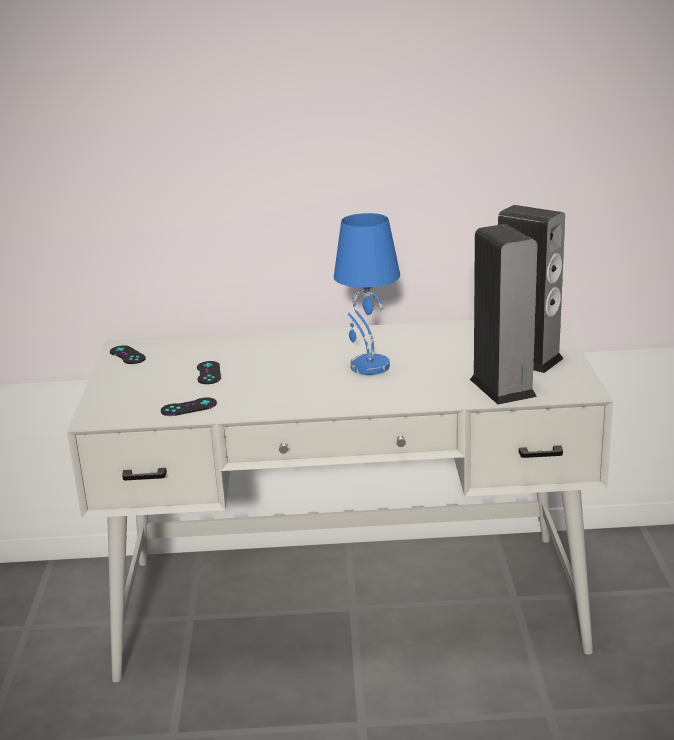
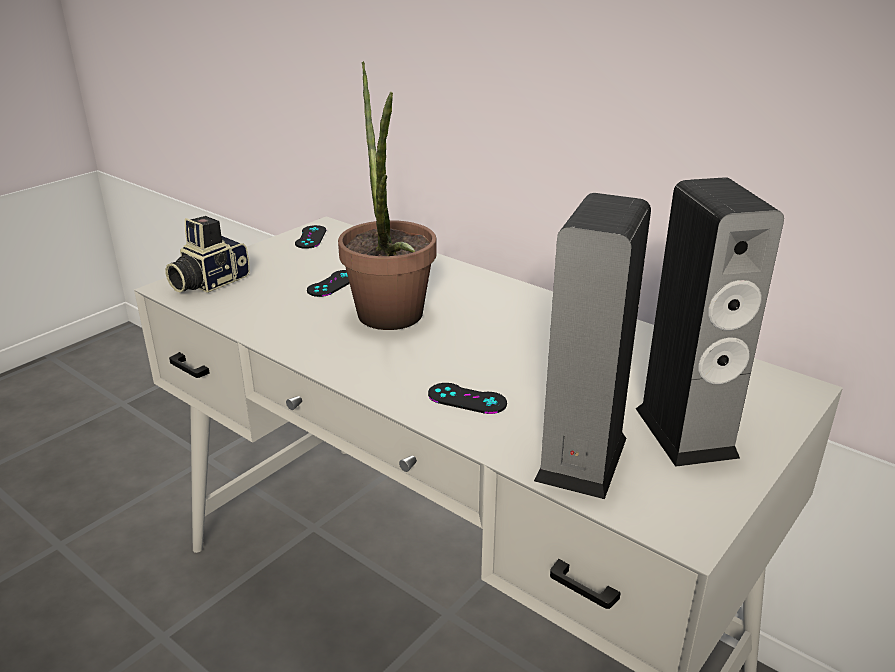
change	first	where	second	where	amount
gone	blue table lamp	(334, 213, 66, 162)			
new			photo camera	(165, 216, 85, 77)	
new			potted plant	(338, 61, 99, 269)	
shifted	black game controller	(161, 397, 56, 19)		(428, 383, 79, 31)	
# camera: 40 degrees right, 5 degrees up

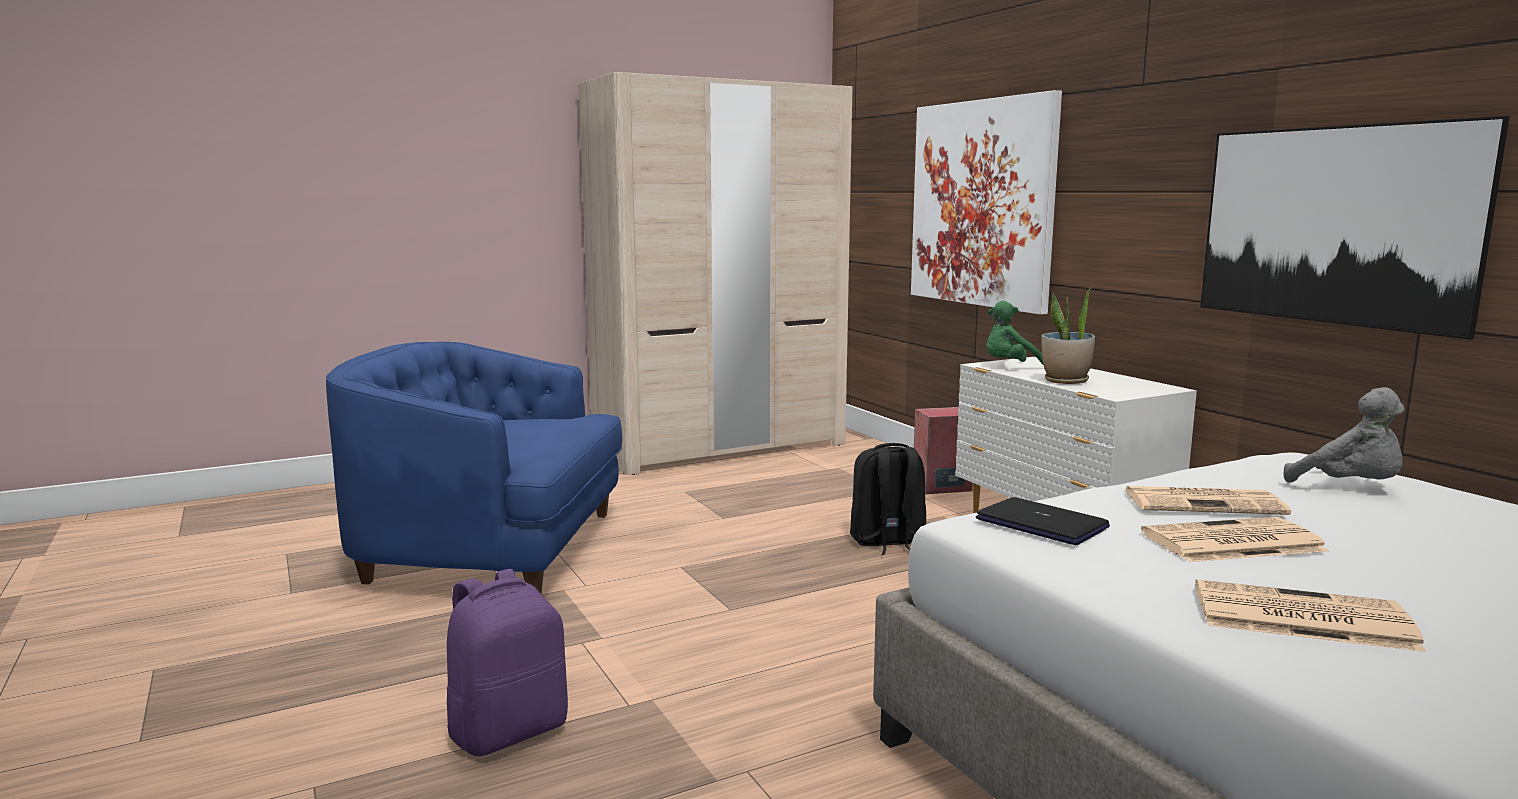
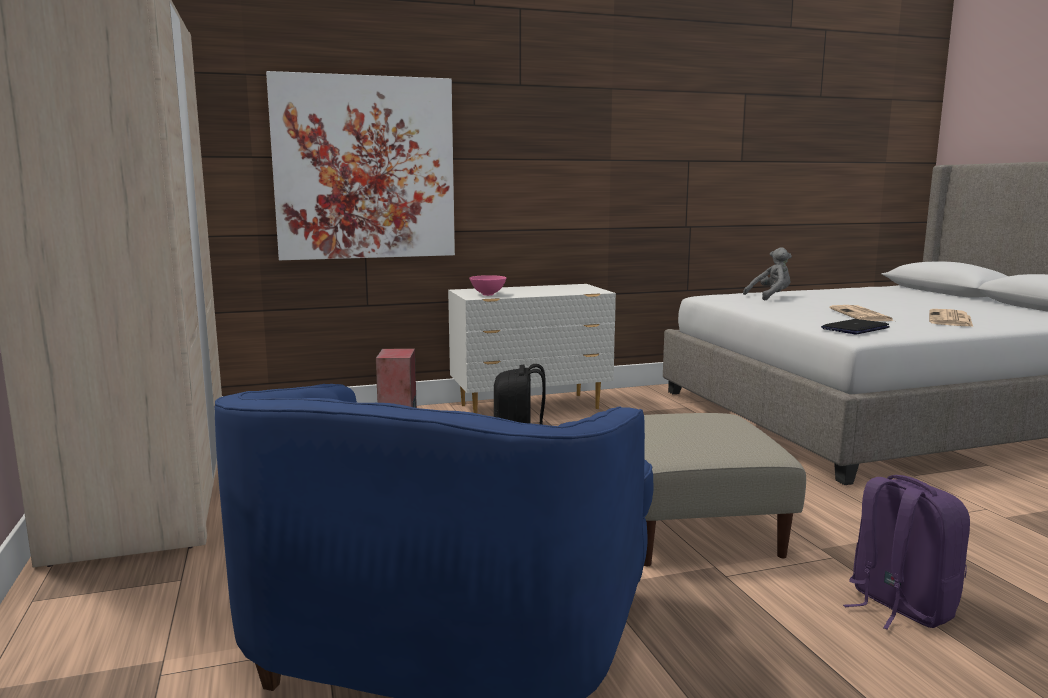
change	first	where	second	where	amount
gone	potted plant	(1042, 287, 53, 97)			
gone	newspaper	(1125, 486, 166, 29)			
gone	picture	(1200, 116, 310, 224)			
new			beige ottoman	(644, 413, 162, 153)	
swapped	green plush toy	(986, 301, 57, 63)	pink bowl	(469, 275, 37, 21)	
# camera: 80 degrees left, 0 degrees up

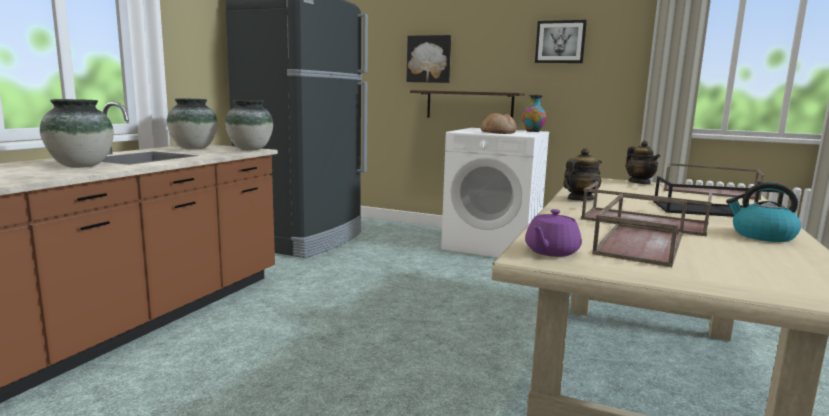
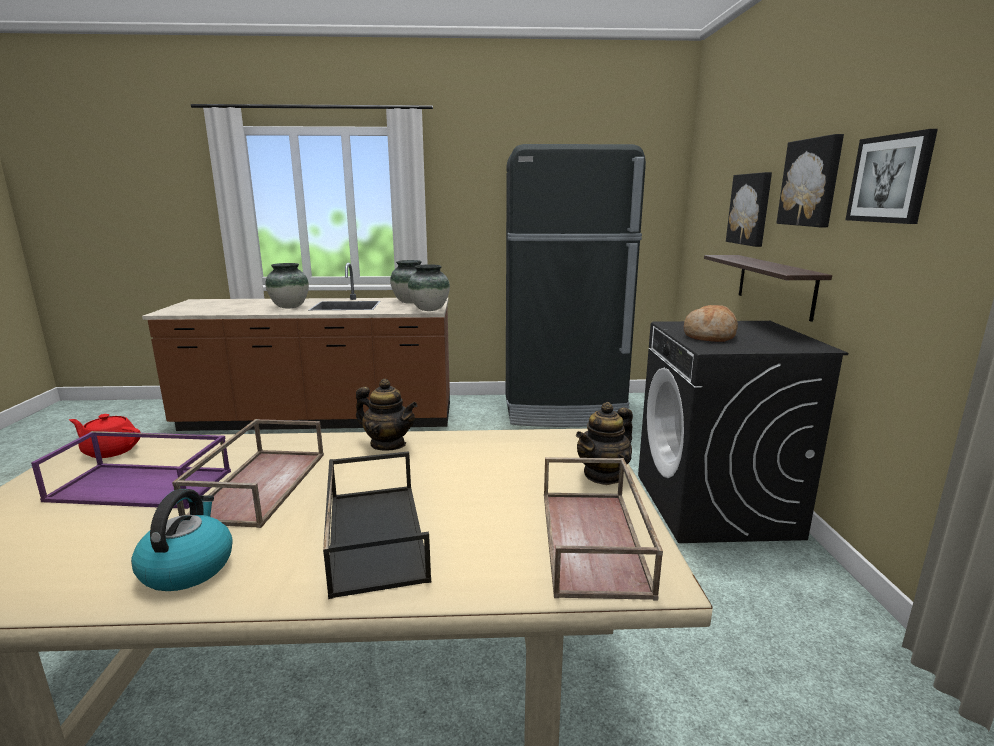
change	first	where	second	where	amount
gone	vase	(522, 95, 24, 37)			
new			picture	(776, 134, 68, 93)	
repainted	white washing machine	(441, 128, 108, 130)	black washing machine	(638, 321, 210, 222)	
repainted	purple teapot	(525, 209, 57, 48)	red teapot	(69, 414, 72, 44)	
repainted	brown tray	(592, 194, 95, 73)	purple tray	(31, 431, 200, 78)	
# camera: 65 degrees right, 5 degrees up

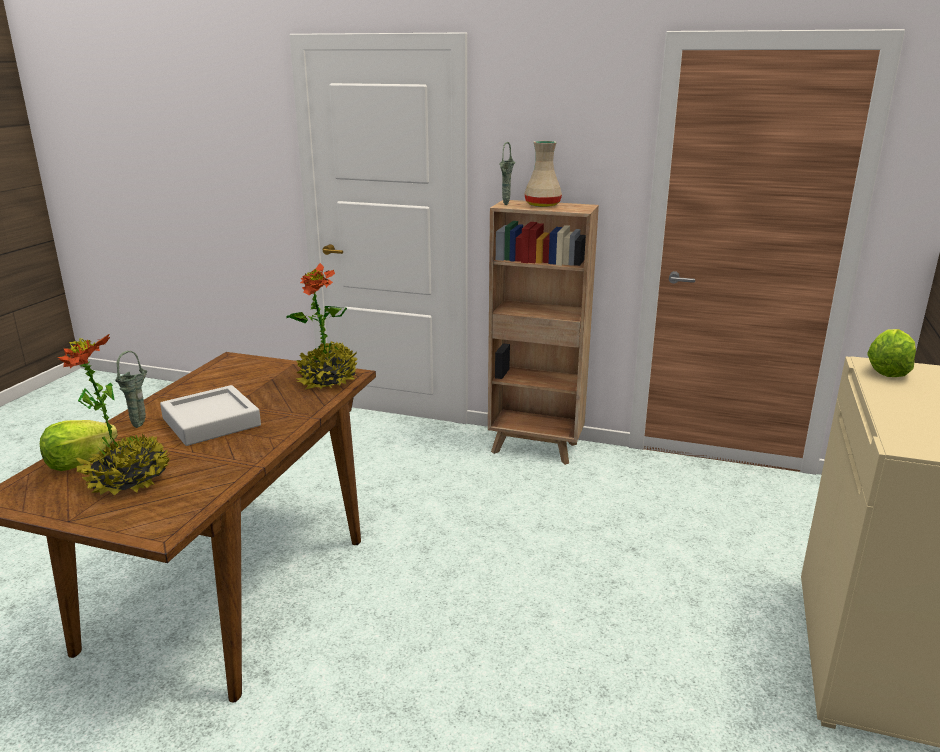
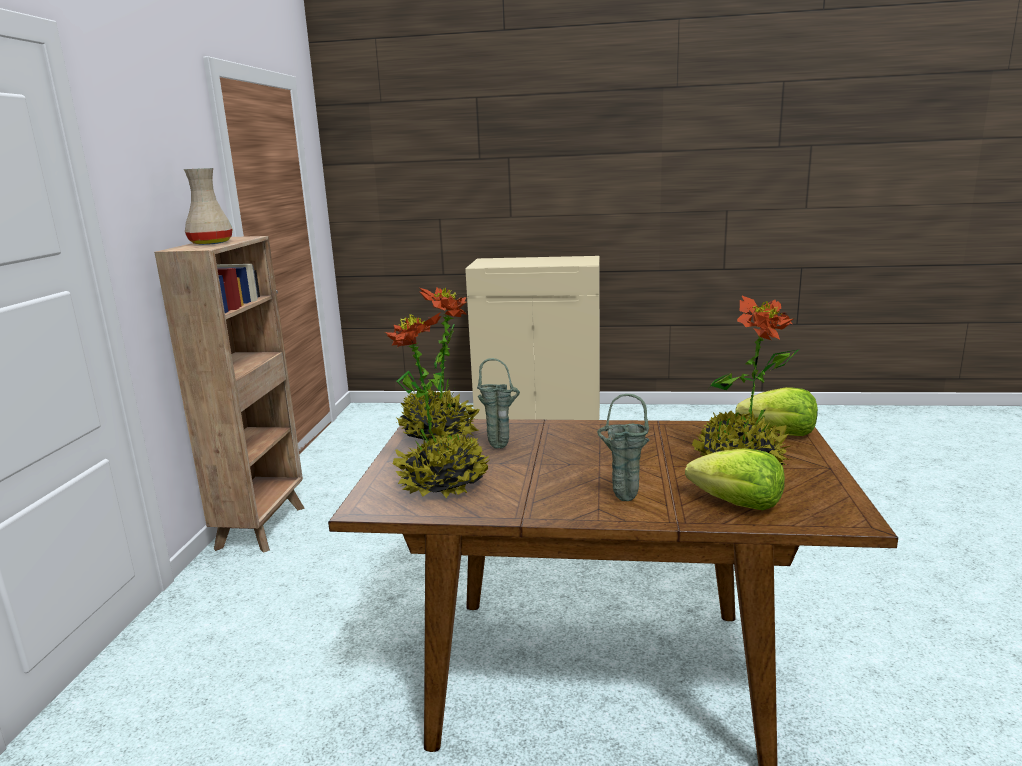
change	first	where	second	where	amount
gone	grey tray	(160, 385, 101, 61)			
new			potted plant	(385, 312, 104, 186)	
shifted	green vase	(499, 142, 16, 63)		(477, 358, 43, 90)	
shifted	lettuce	(867, 329, 49, 48)		(735, 387, 83, 49)	
# camera: 100 degrees left, 5 degrees down

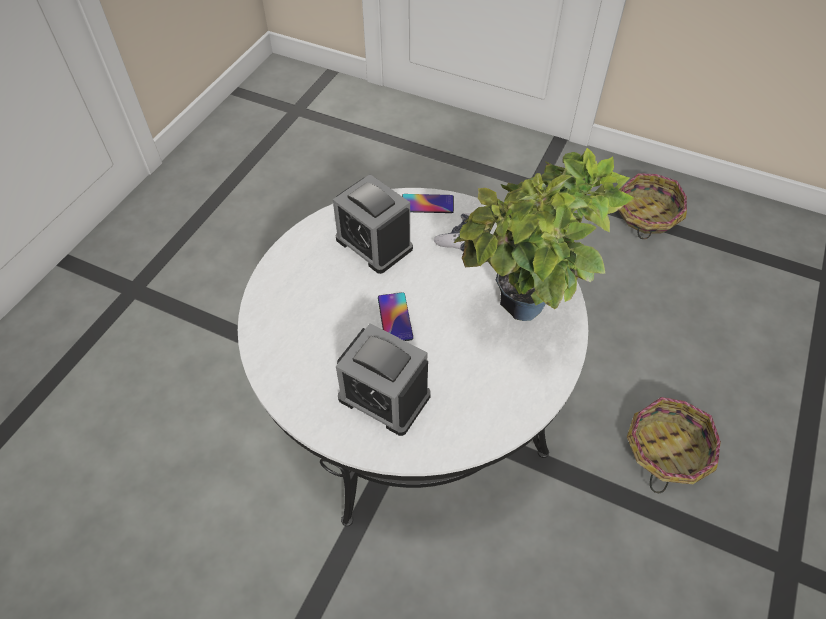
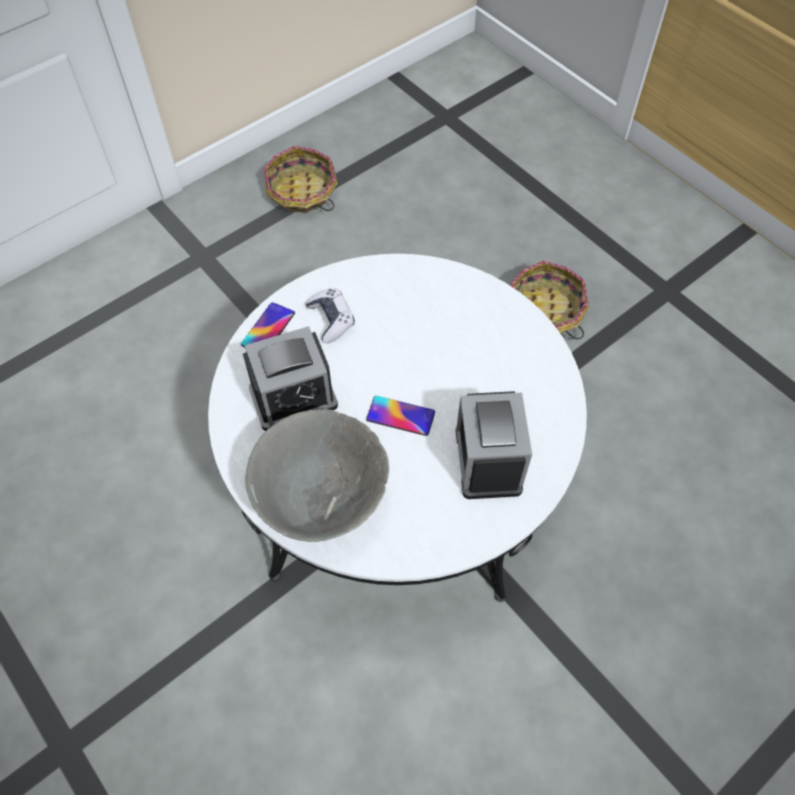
change	first	where	second	where	amount
gone	potted plant	(454, 148, 180, 173)			
new			grey bowl	(245, 409, 144, 133)	
rotated	alarm clock	(336, 323, 95, 113)		(456, 391, 76, 108)	120 degrees clockwise
# camera: 65 degrees left, 5 degrees up

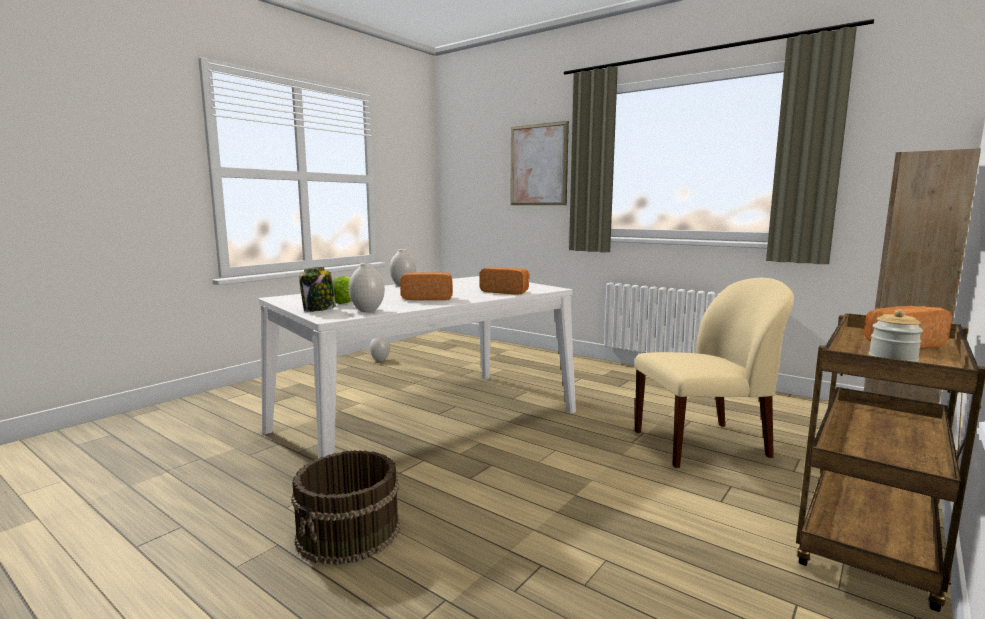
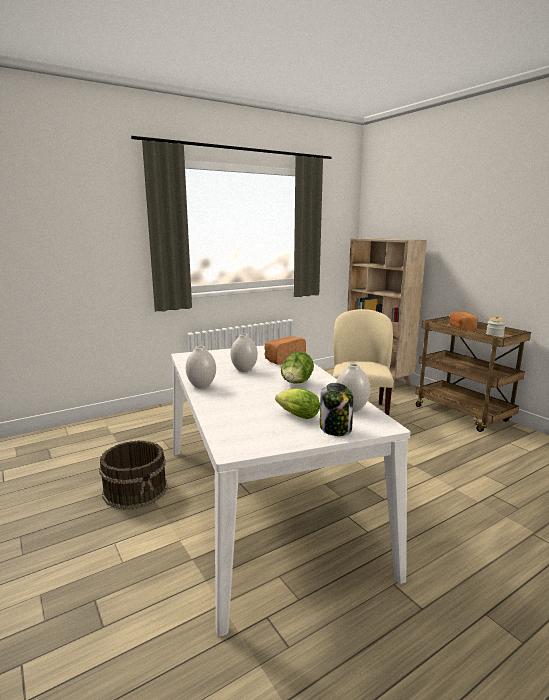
change	first	where	second	where	amount
gone	picture	(510, 121, 59, 84)			
shifted	brown bucket	(291, 450, 109, 115)		(99, 440, 68, 70)	
shifted	white vase	(370, 337, 20, 24)		(230, 334, 28, 38)	
swapped	bread	(400, 272, 53, 28)	lettuce	(281, 352, 33, 32)	
# camera: 70 degrees left, 5 degrees up

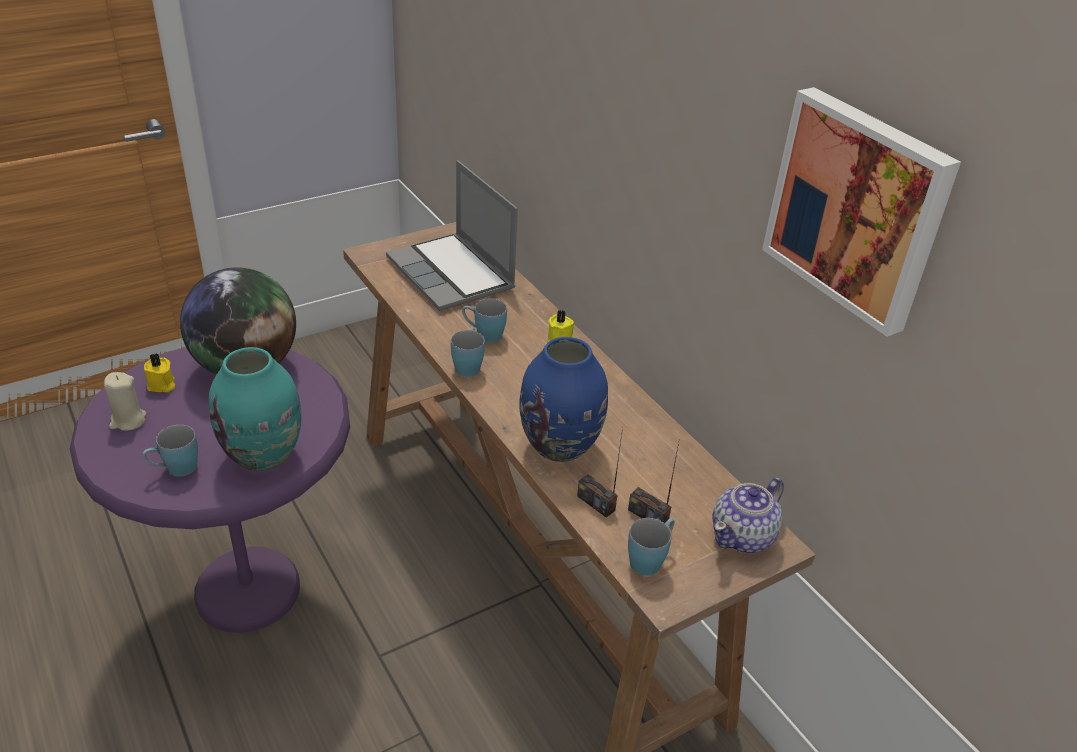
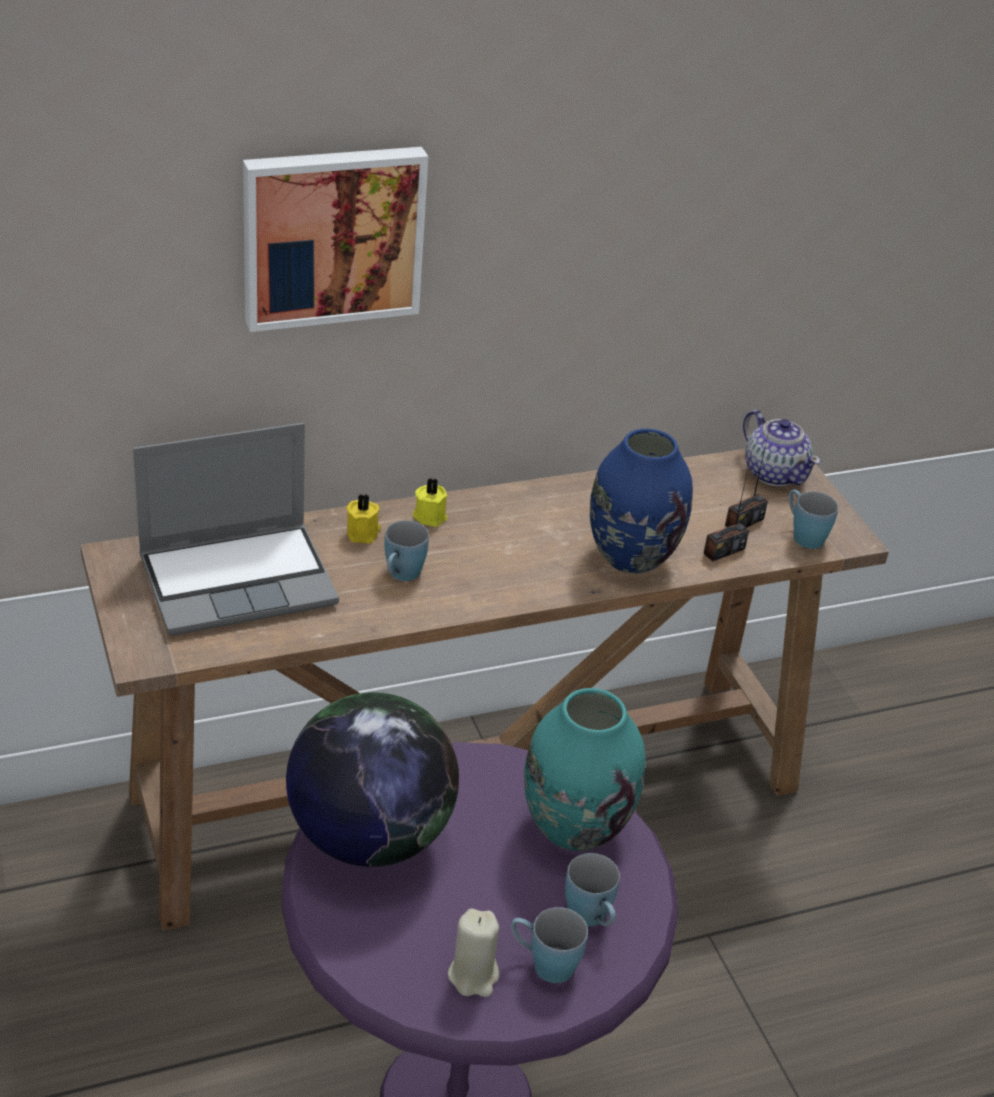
change	first	where	second	where	amount
shifted	yellow candle	(144, 353, 31, 39)		(347, 494, 34, 50)	
shifted	blue mug	(451, 327, 34, 50)		(511, 907, 77, 76)	
shifted	picture	(762, 87, 199, 250)		(243, 147, 186, 185)	
# camera: 80 degrees left, 0 degrees up

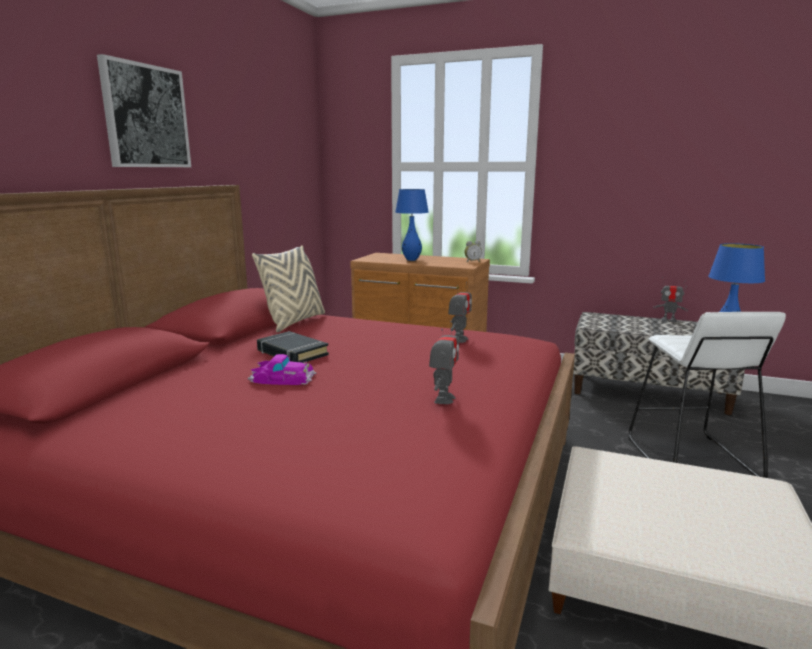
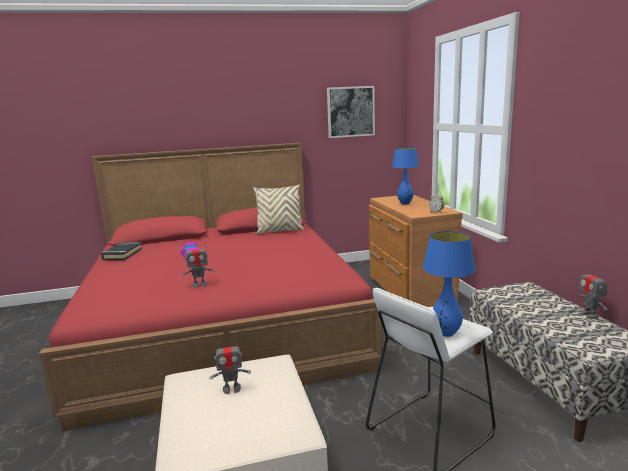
change	first	where	second	where	amount
shifted	picture	(97, 54, 94, 113)		(327, 86, 48, 52)	
shifted	black book	(257, 331, 72, 32)		(101, 242, 41, 18)	
shifted	toy robot	(448, 282, 24, 61)		(209, 339, 42, 55)	
# camera: 55 degrees right, 0 degrees up

